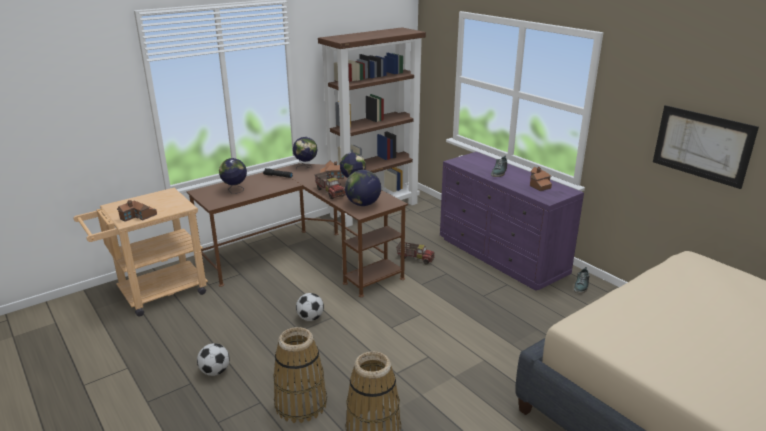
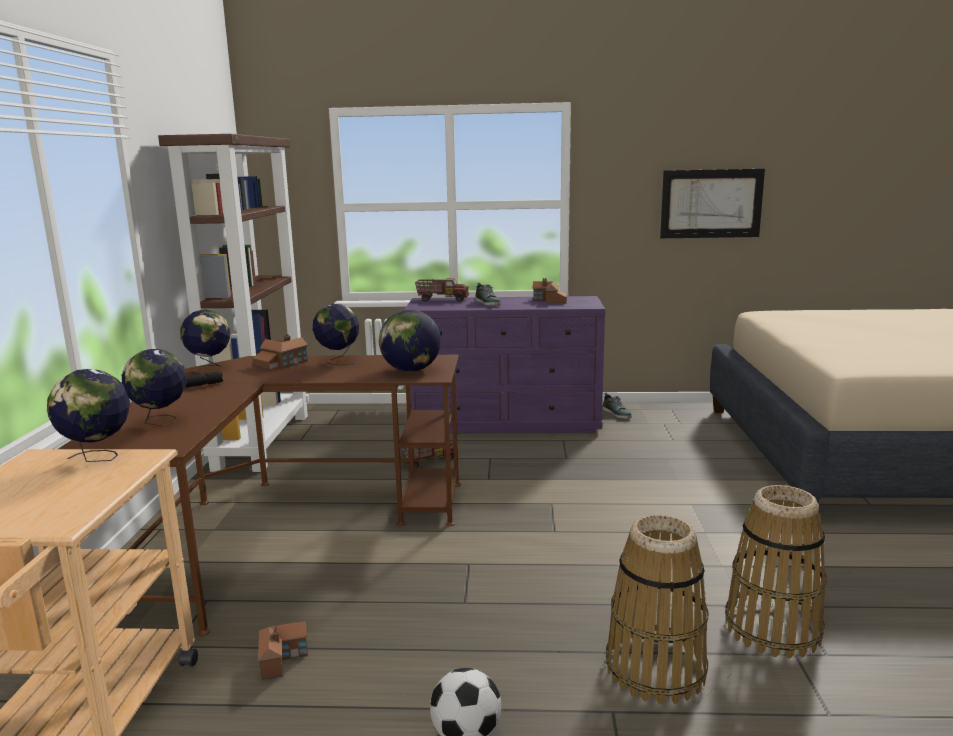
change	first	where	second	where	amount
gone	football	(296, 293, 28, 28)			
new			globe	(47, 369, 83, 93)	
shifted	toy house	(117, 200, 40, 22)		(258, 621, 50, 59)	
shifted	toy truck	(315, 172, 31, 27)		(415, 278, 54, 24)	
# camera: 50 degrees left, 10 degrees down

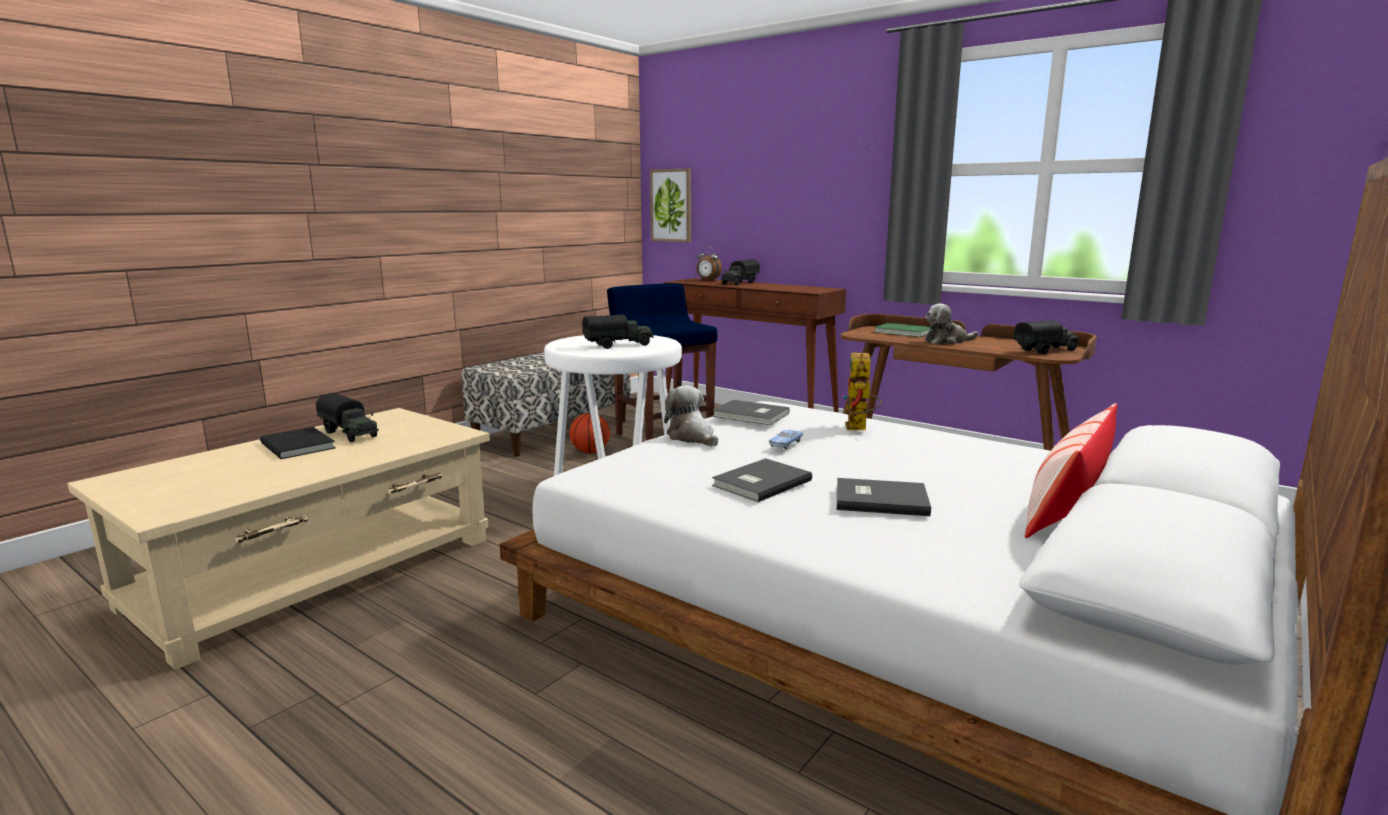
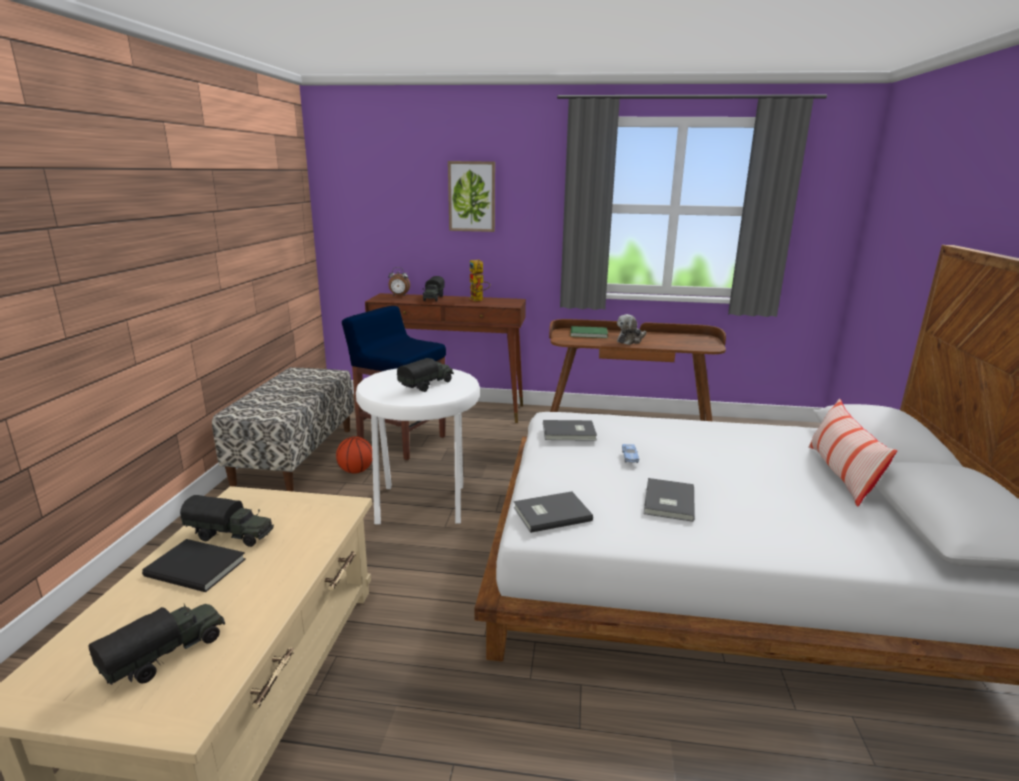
change	first	where	second	where	amount
gone	plush toy	(664, 385, 54, 61)			
shifted	picture	(650, 168, 41, 74)		(448, 161, 47, 71)	
shifted	grey book	(837, 478, 94, 38)		(513, 492, 80, 41)	
shifted	toy robot	(843, 353, 39, 77)		(469, 259, 22, 42)	
shifted	toy truck	(1014, 320, 66, 34)		(88, 604, 137, 81)	
# camera: 30 degrees left, 5 degrees up

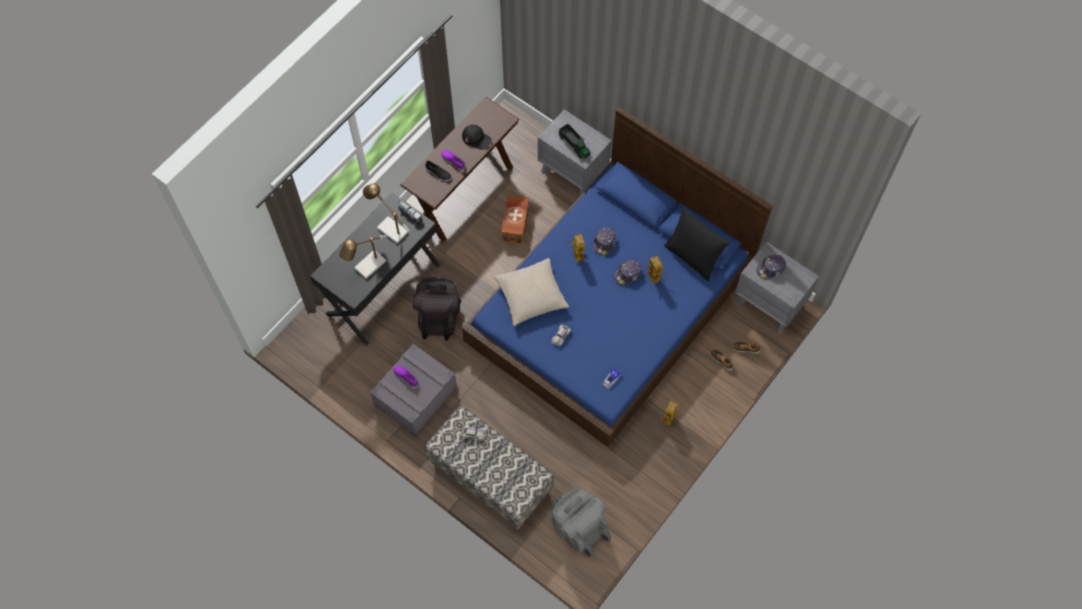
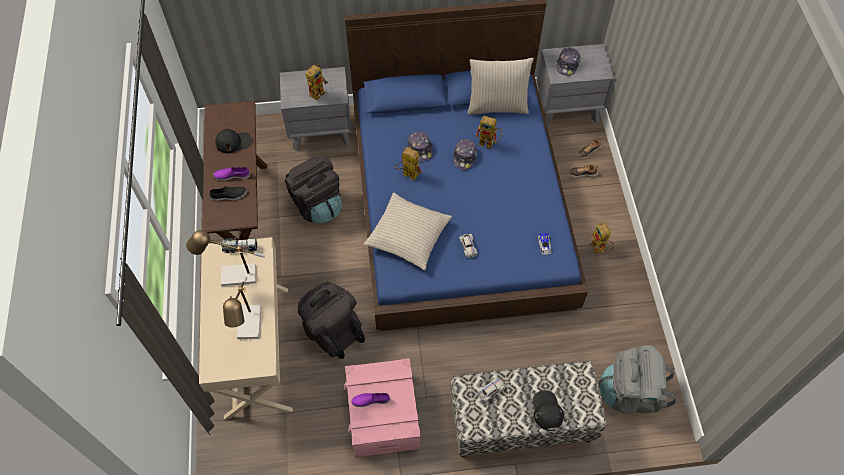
change	first	where	second	where	amount
new			black cap	(533, 390, 31, 41)	
swapped	brown storage box	(501, 195, 28, 50)	black backpack	(285, 156, 57, 68)	
swapped	toy truck	(559, 123, 32, 36)	toy robot	(306, 64, 22, 37)	
repainted	black desk	(310, 192, 131, 153)	beige desk	(199, 237, 94, 183)	
repainted	grey storage box	(370, 343, 87, 93)	pink storage box	(344, 358, 77, 100)	
repainted	black pillow	(664, 207, 65, 75)	beige pillow	(467, 58, 67, 57)	
# camera: 45 degrees left, 5 degrees down

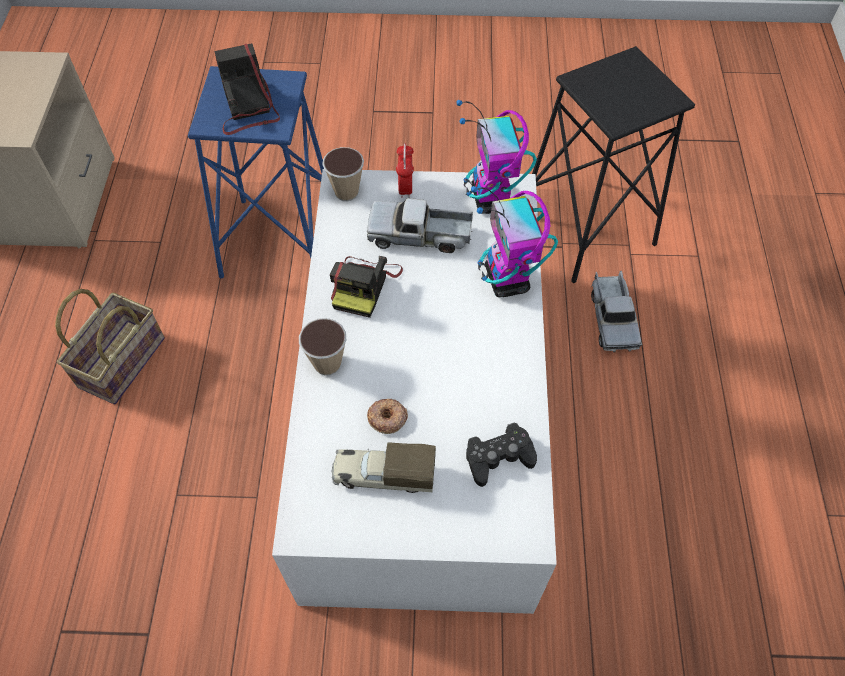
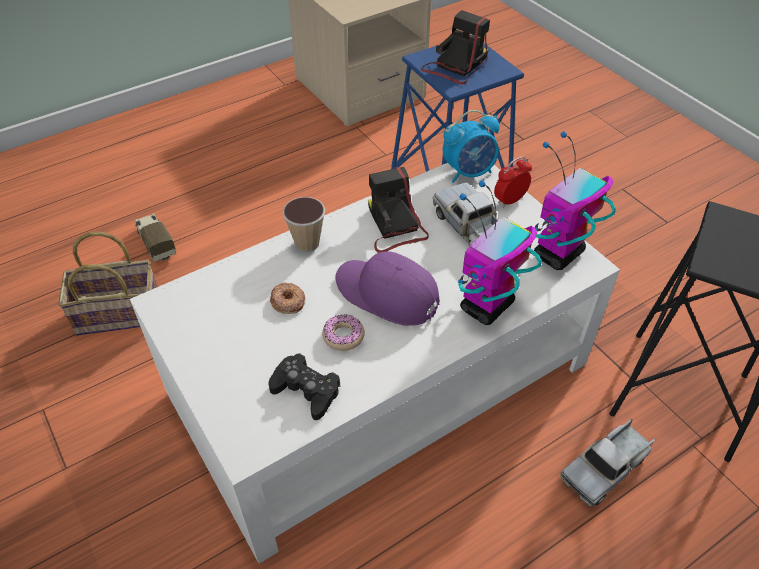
change	first	where	second	where	amount
new			donut	(322, 314, 43, 37)	
new			purple cap	(335, 251, 104, 75)	
shifted	basket	(55, 289, 110, 115)		(58, 232, 100, 104)	
shifted	toy truck	(332, 442, 104, 51)		(135, 213, 41, 49)	
swapped	cup	(322, 147, 42, 54)	alarm clock	(443, 110, 57, 73)	
rotated	photo camera	(330, 256, 73, 62)		(368, 167, 61, 86)	90 degrees clockwise
# camera: 55 degrees right, 10 degrees down

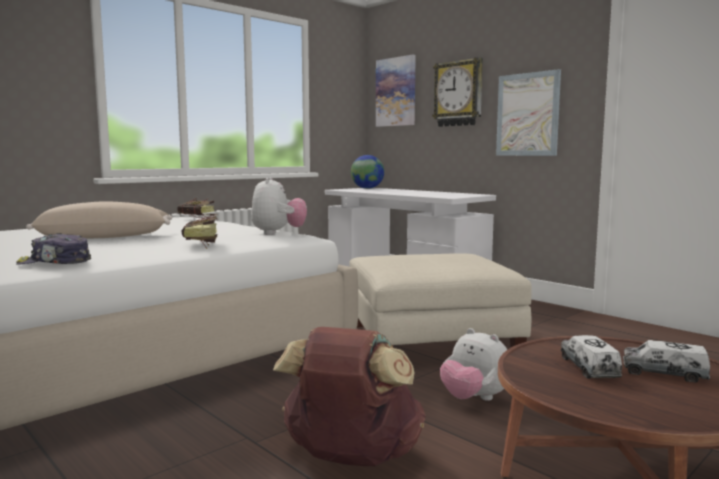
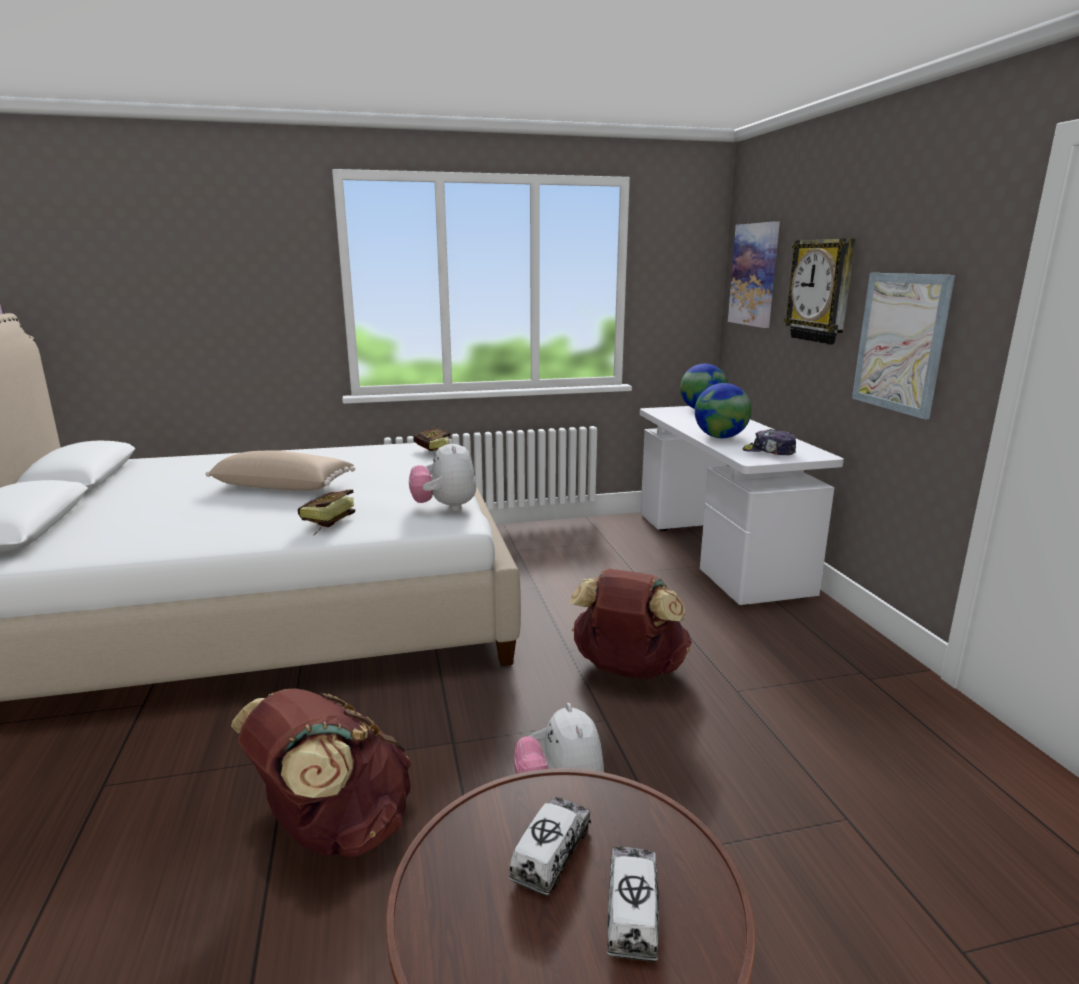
change	first	where	second	where	amount
new			globe	(695, 383, 56, 55)	
shifted	cap	(16, 233, 75, 32)		(742, 429, 54, 26)	
swapped	beige ottoman	(349, 253, 183, 95)	brown backpack	(570, 569, 122, 110)	
rotated	plush toy	(251, 177, 56, 58)		(409, 439, 67, 72)	135 degrees clockwise
rotated	toy truck	(623, 340, 87, 42)		(607, 846, 52, 116)	45 degrees clockwise
# camera: 30 degrees right, 10 degrees up

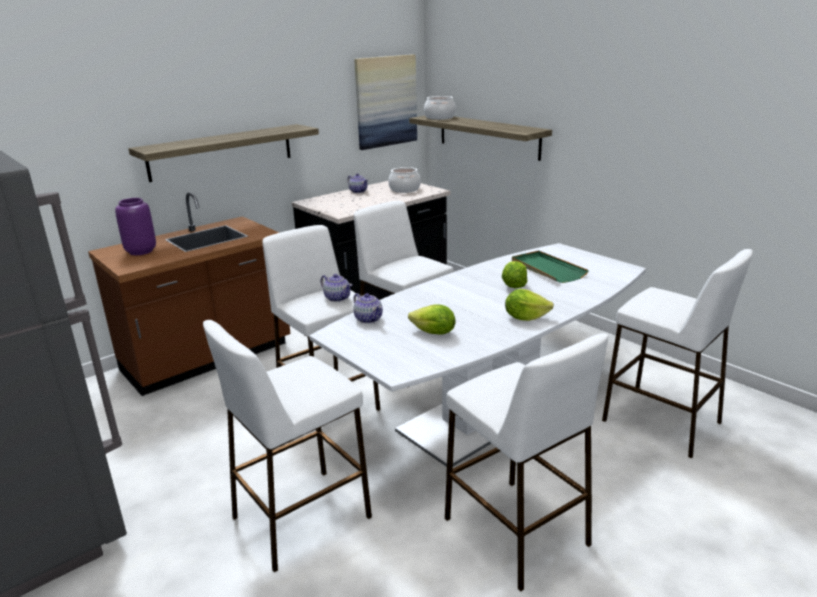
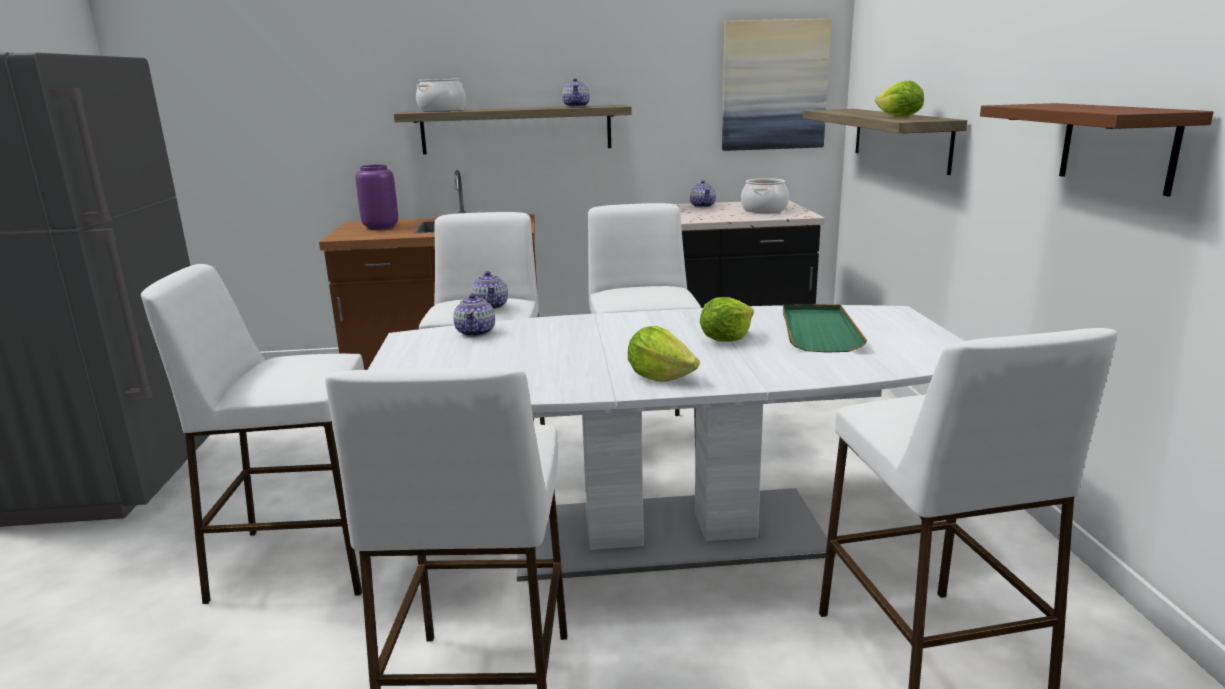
change	first	where	second	where	amount
new			teapot	(562, 78, 28, 29)	
new			brown shelf	(980, 103, 234, 93)	
shifted	lettuce	(408, 304, 47, 31)		(875, 81, 49, 35)	
shifted	cooking pot	(424, 96, 32, 24)		(416, 79, 50, 33)	
# camera: 35 degrees right, 5 degrees down

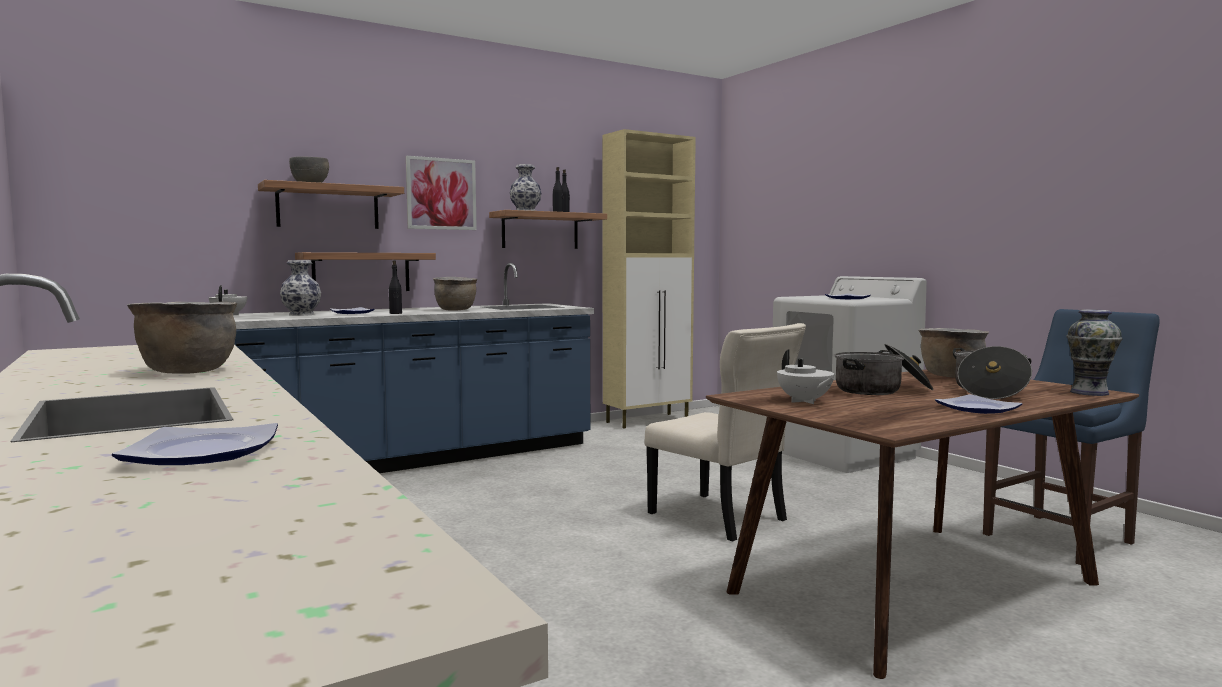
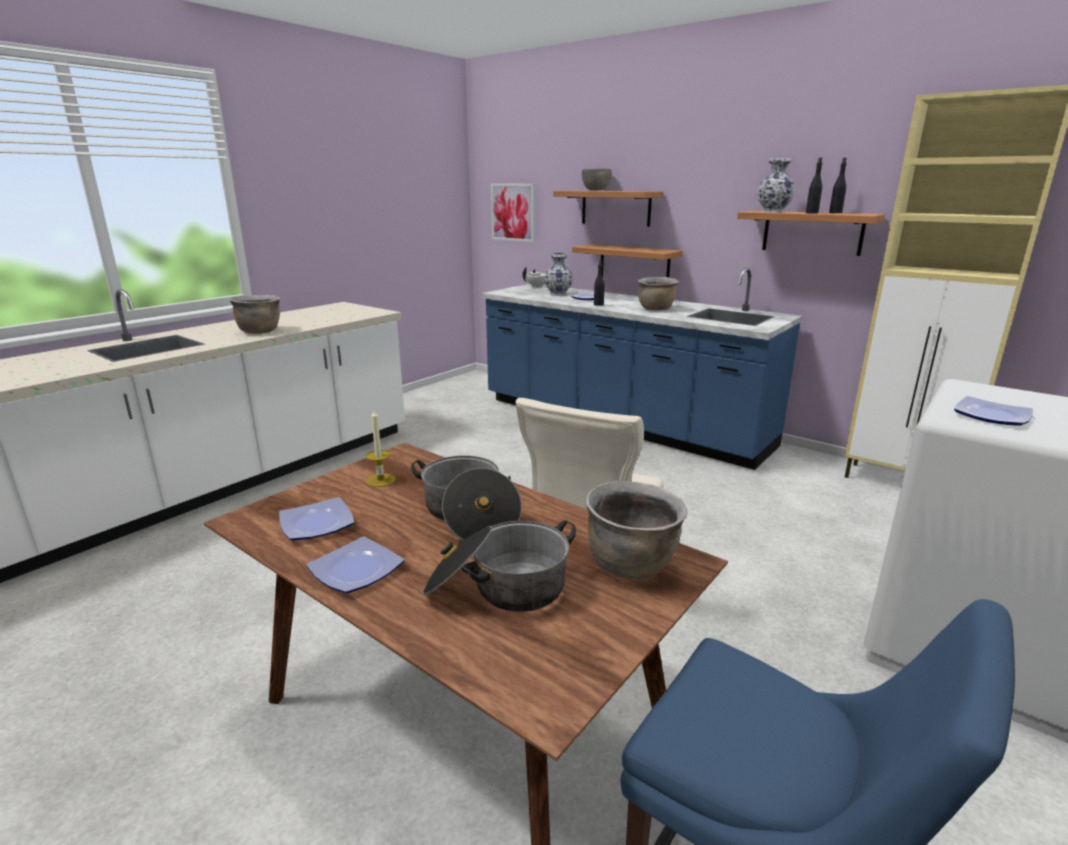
change	first	where	second	where	amount
gone	vase	(1067, 309, 56, 87)			
shifted	plate	(112, 423, 166, 42)		(279, 497, 76, 44)	
shifted	picture	(406, 156, 71, 74)		(491, 184, 44, 58)	
swapped	white teapot	(777, 350, 57, 54)	candle	(366, 410, 29, 77)	
# camera: 70 degrees right, 15 degrees up

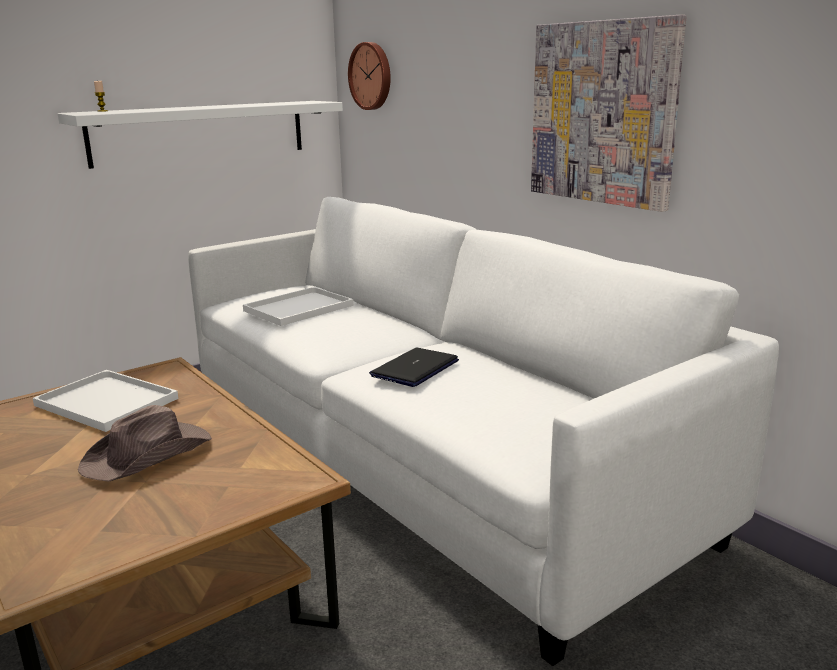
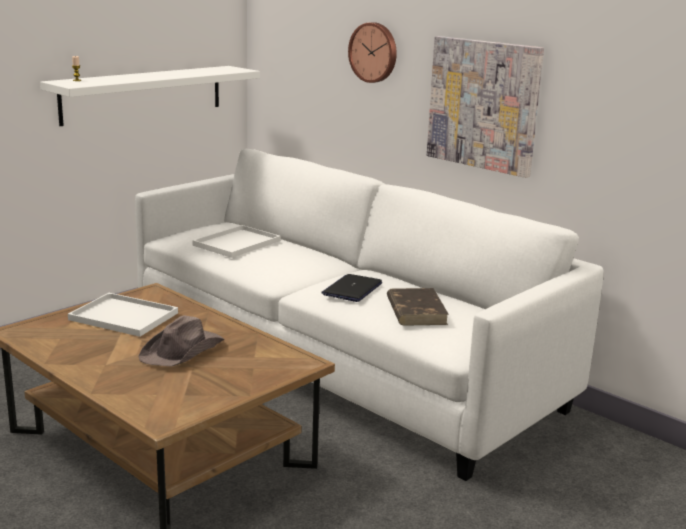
change	first	where	second	where	amount
new			brown book	(387, 288, 62, 38)	
shifted	wall clock	(348, 42, 43, 68)		(348, 22, 49, 61)	
# camera: 10 degrees left, 0 degrees up

